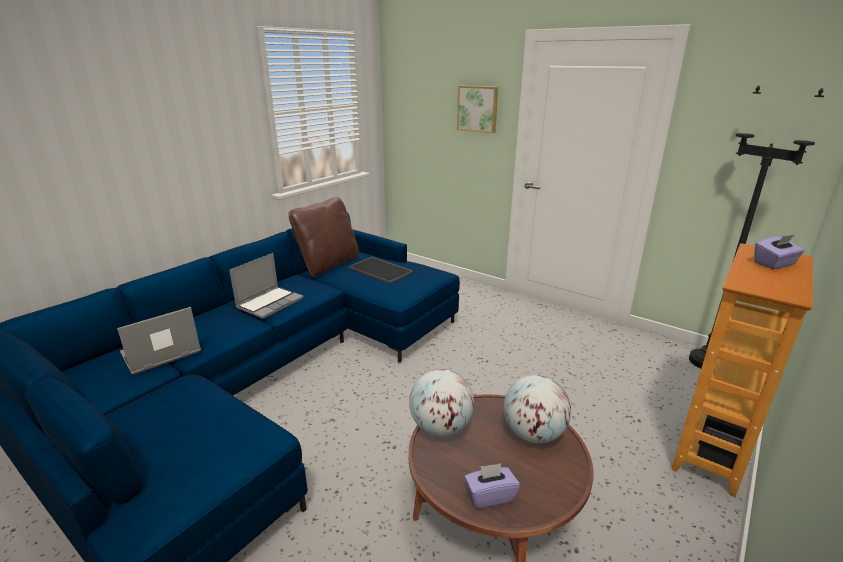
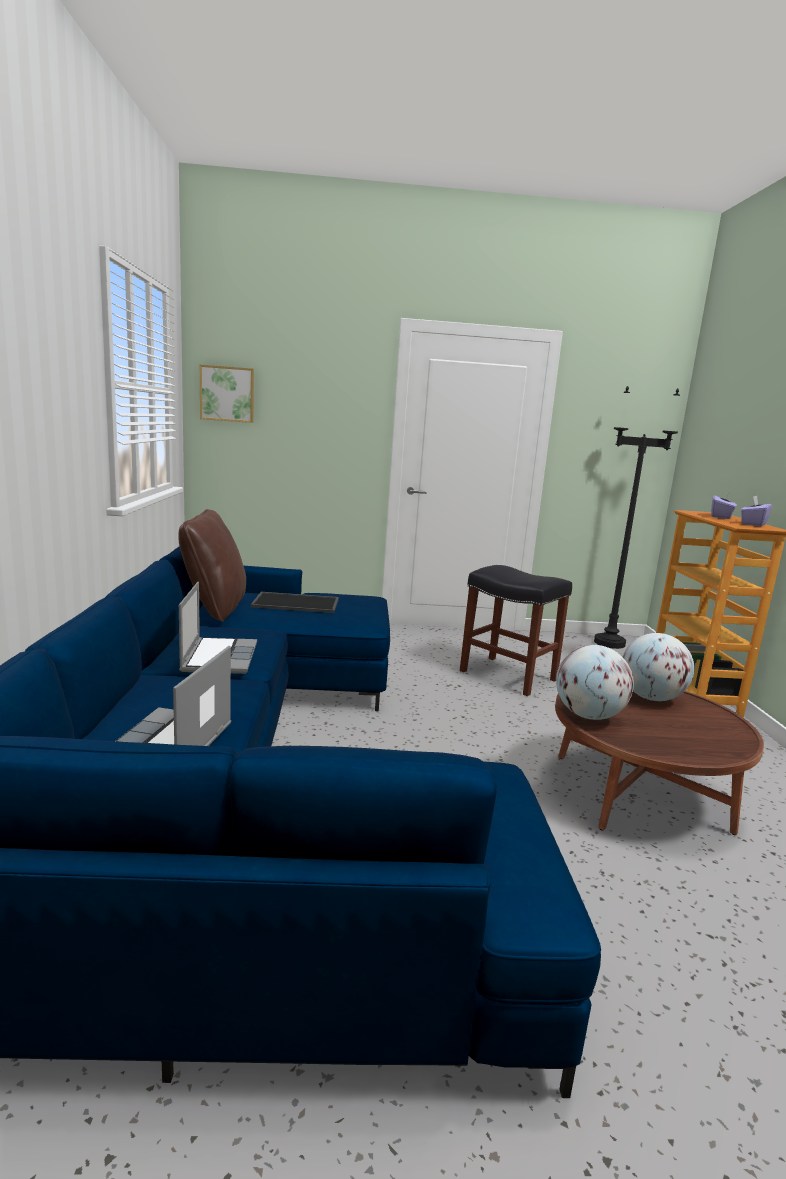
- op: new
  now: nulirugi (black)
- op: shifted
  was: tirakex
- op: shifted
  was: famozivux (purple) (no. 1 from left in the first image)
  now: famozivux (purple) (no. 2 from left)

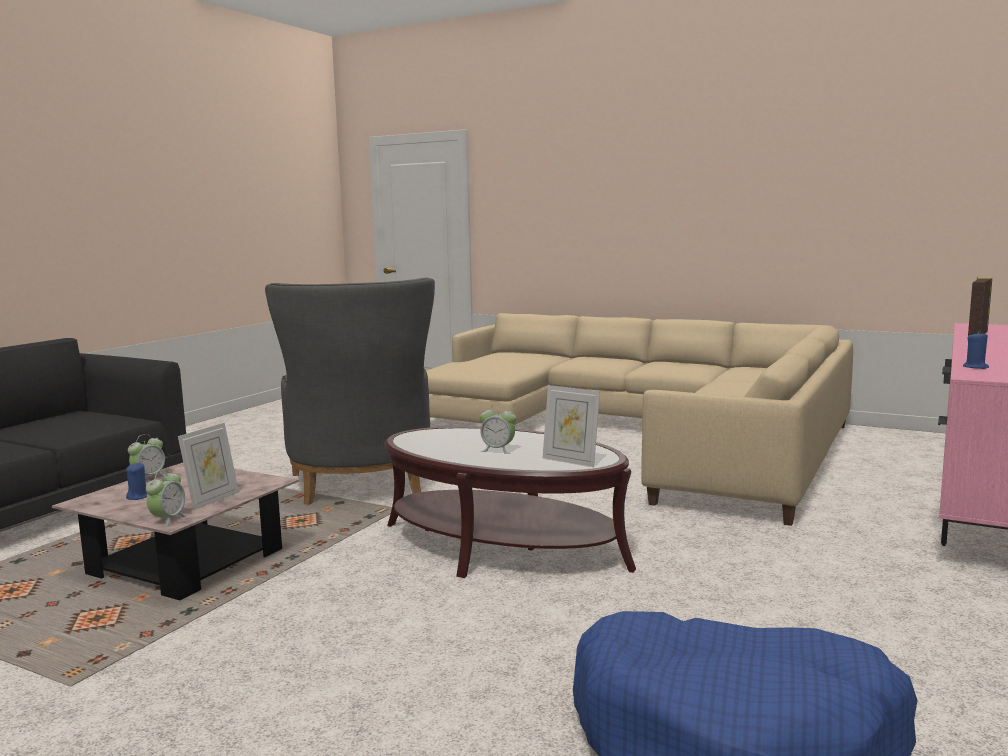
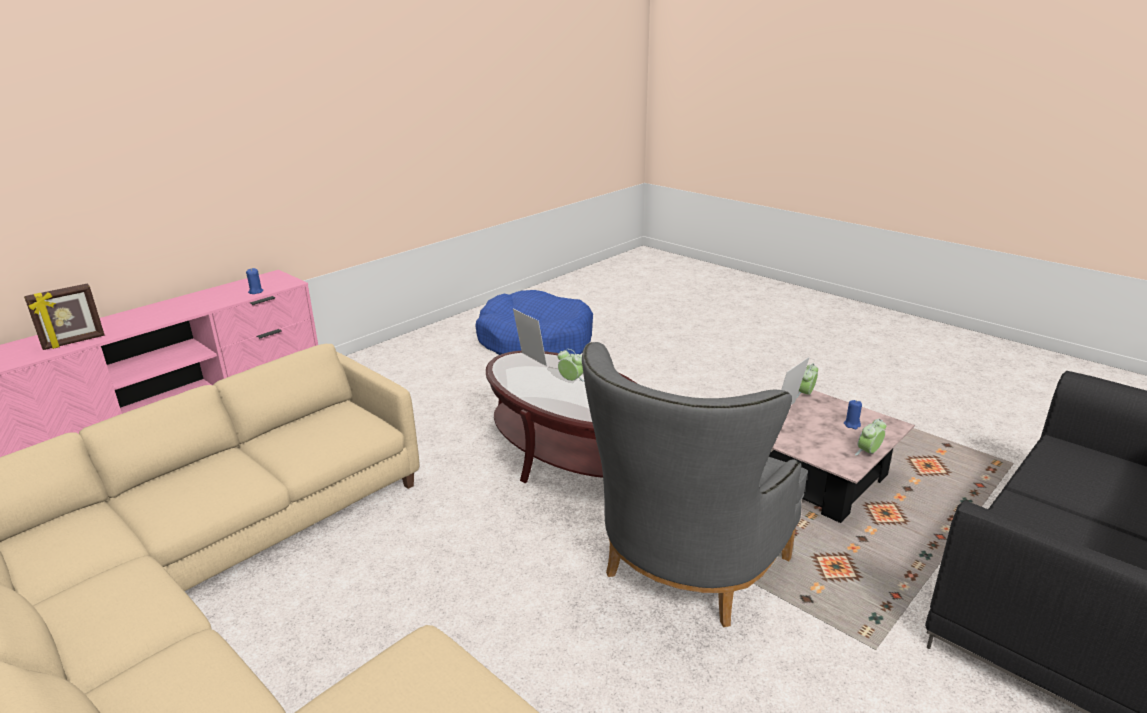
- op: rotated
  was: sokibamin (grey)
  clockwise: -150

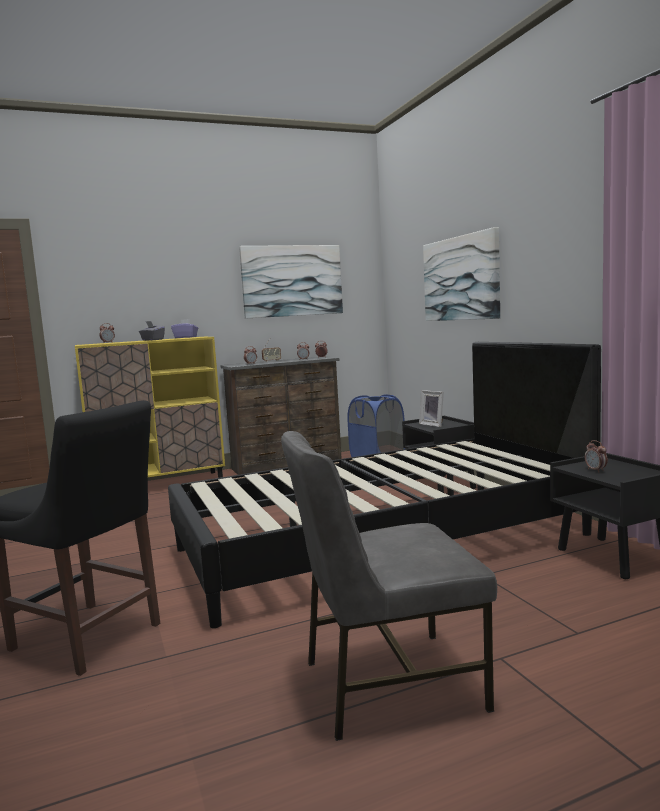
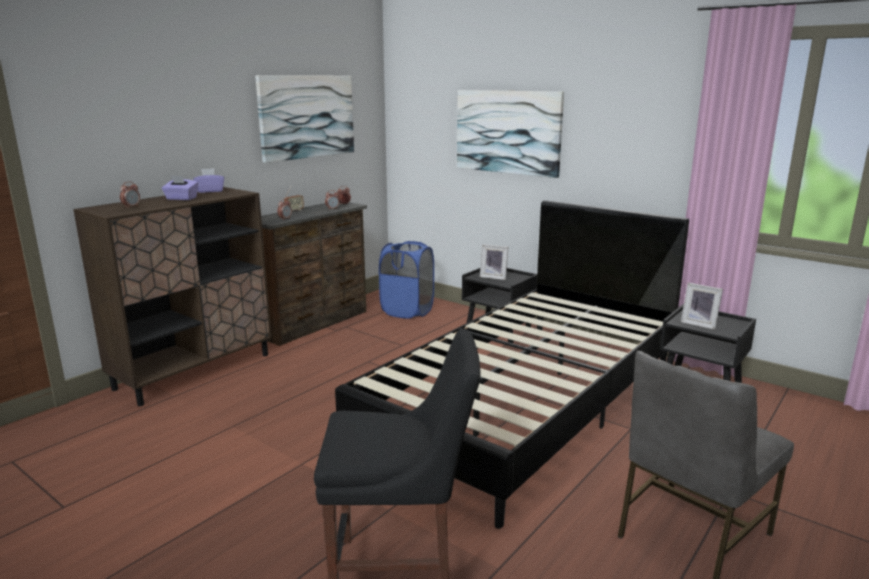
- op: swapped
  was: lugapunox (no. 5 from left)
  now: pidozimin (no. 2 from left)
- op: repainted
  was: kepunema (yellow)
  now: kepunema (brown)
- op: repainted
  was: famozivux (grey)
  now: famozivux (purple) (no. 1 from left)

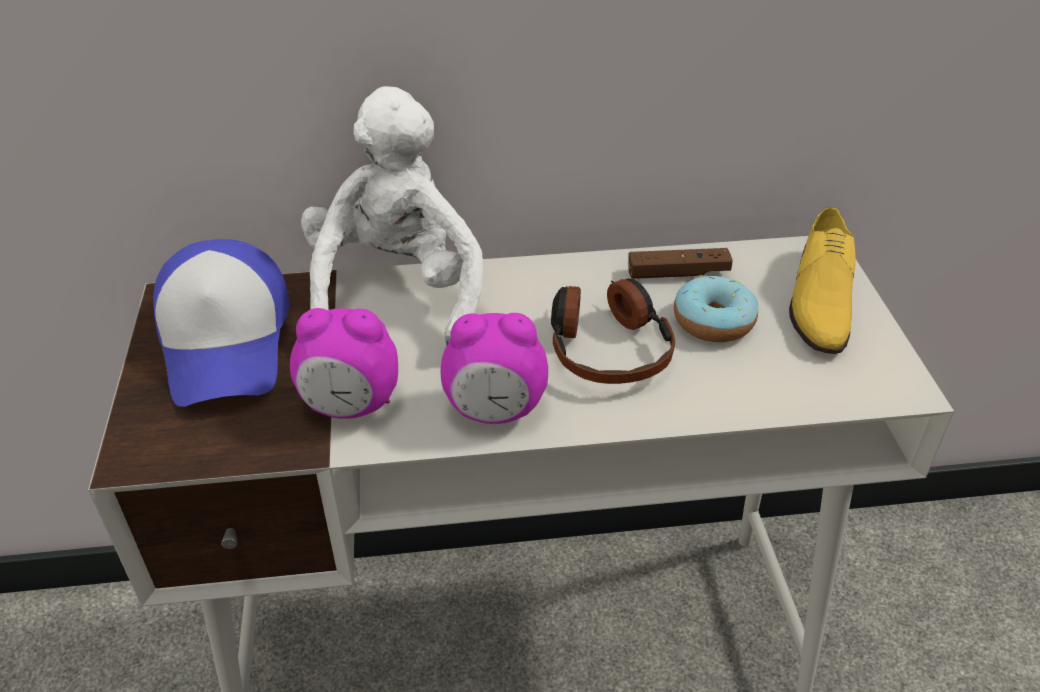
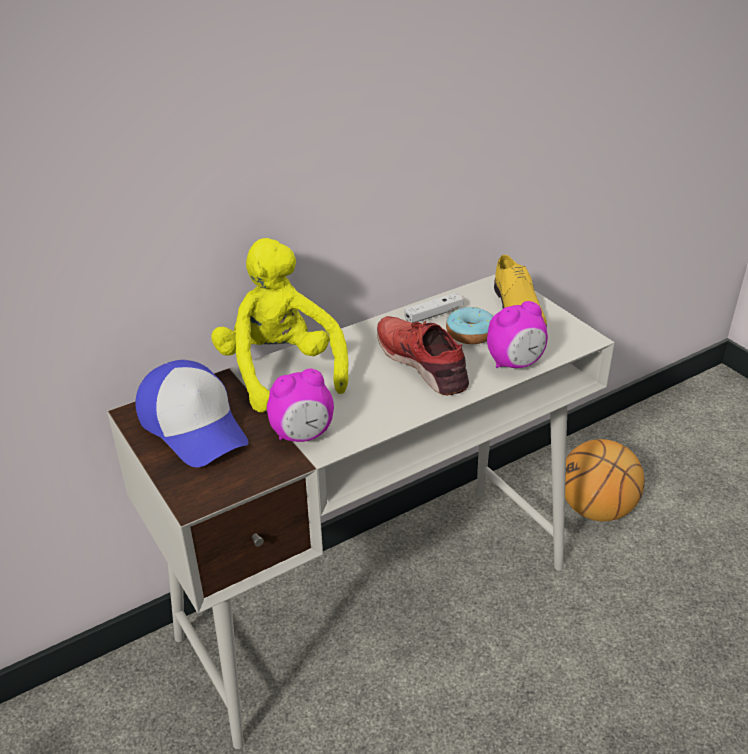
- op: new
  now: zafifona
- op: shifted
  was: lugapunox (no. 2 from left)
- op: swapped
  was: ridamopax
  now: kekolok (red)
- op: repainted
  was: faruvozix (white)
  now: faruvozix (yellow)
- op: repainted
  was: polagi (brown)
  now: polagi (white)

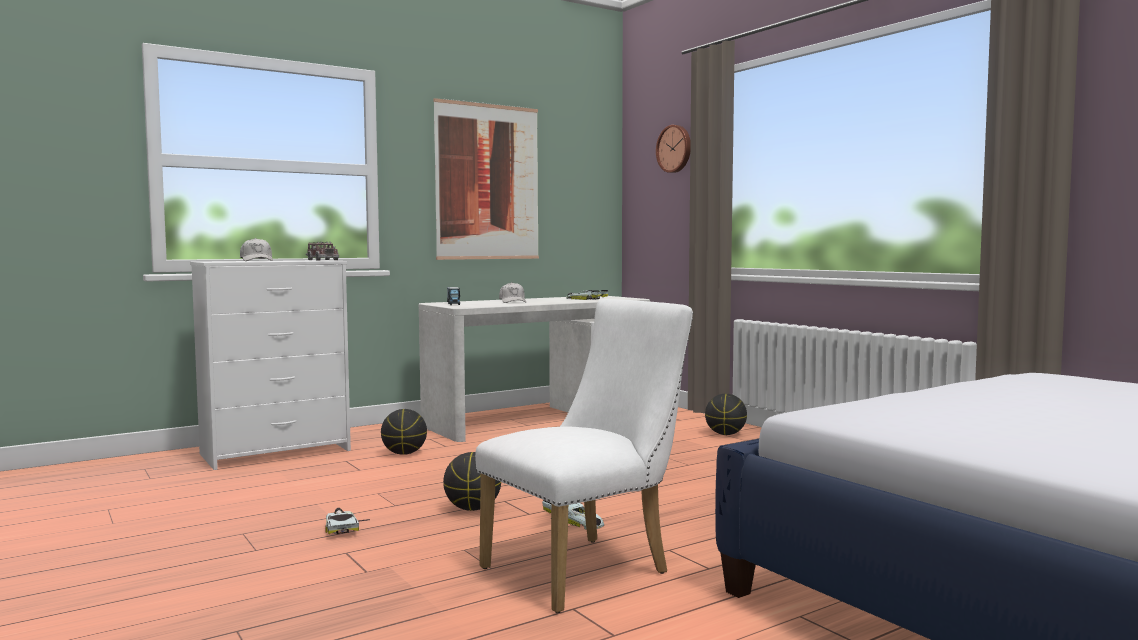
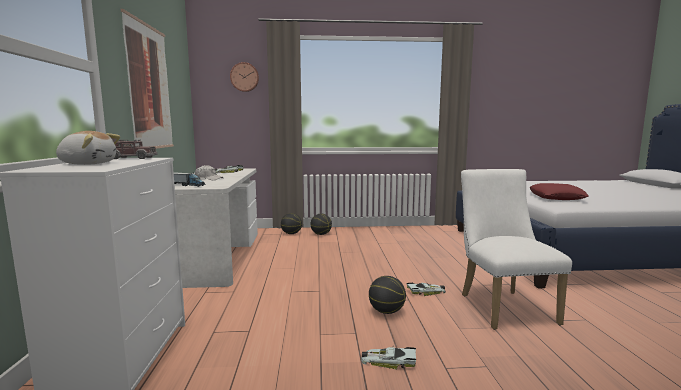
- op: new
  now: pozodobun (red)
- op: shifted
  was: zafifona (no. 1 from left)
- op: swapped
  was: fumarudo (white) (no. 1 from left)
  now: faruvozix

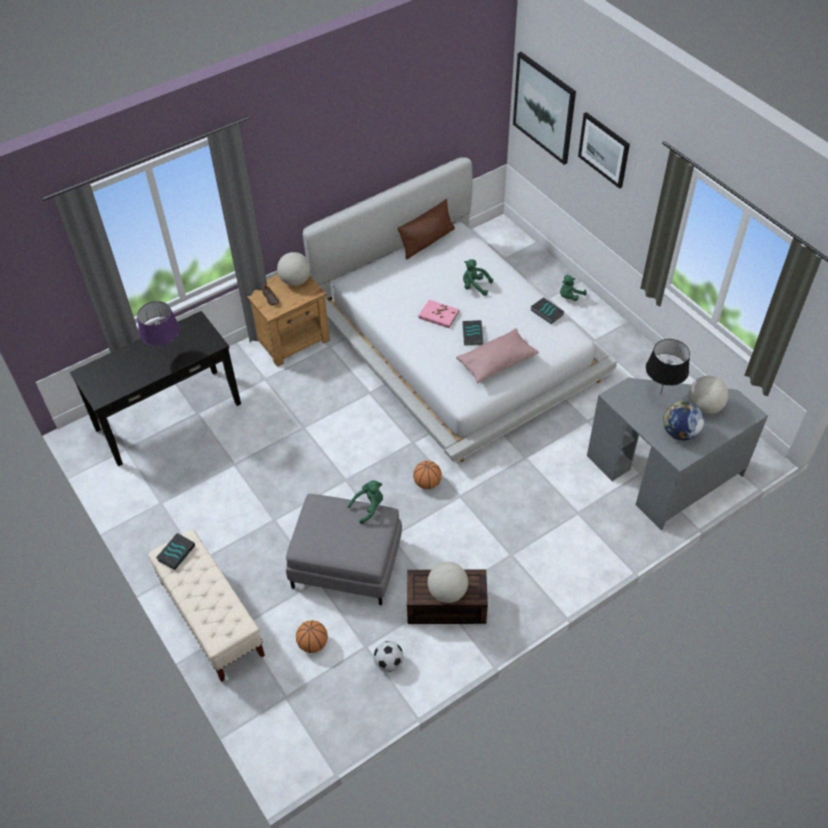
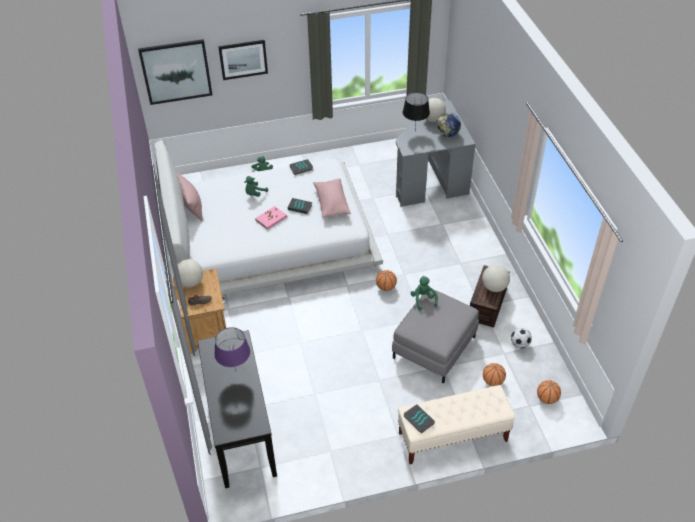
- op: new
  now: zafifona (no. 3 from left)
- op: repainted
  was: pozodobun (brown)
  now: pozodobun (pink) (no. 1 from left)

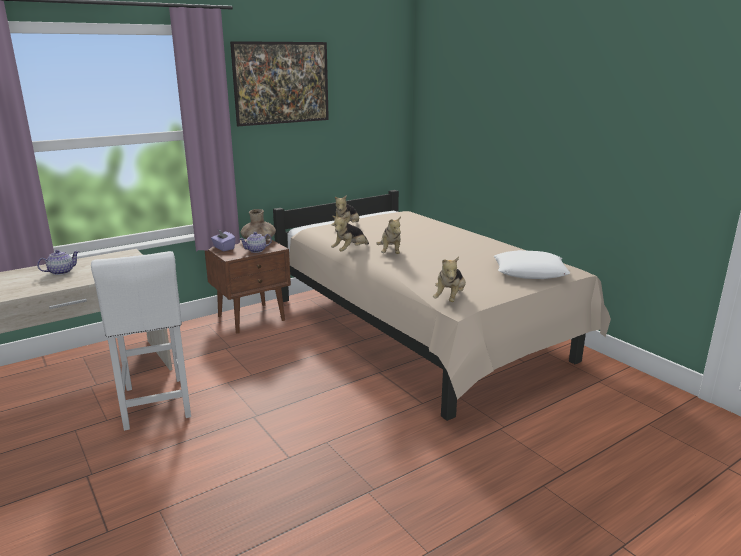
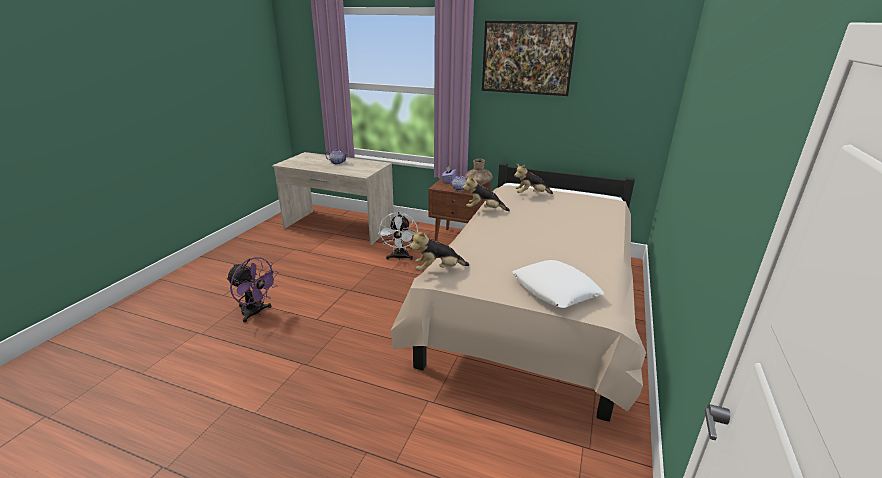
- op: gone
  was: nulirugi (white)
- op: gone
  was: faruvozix (no. 3 from left)
- op: new
  now: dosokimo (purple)
- op: new
  now: dosokimo (white)

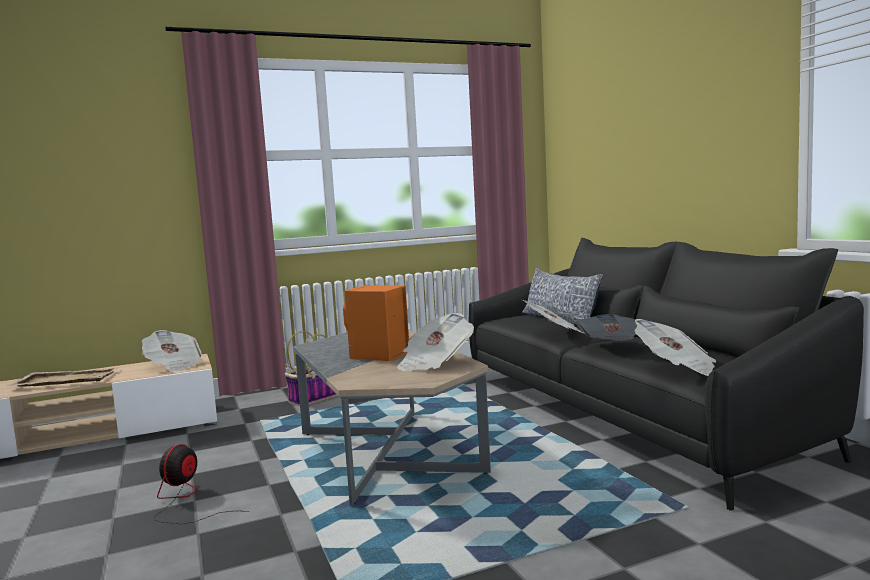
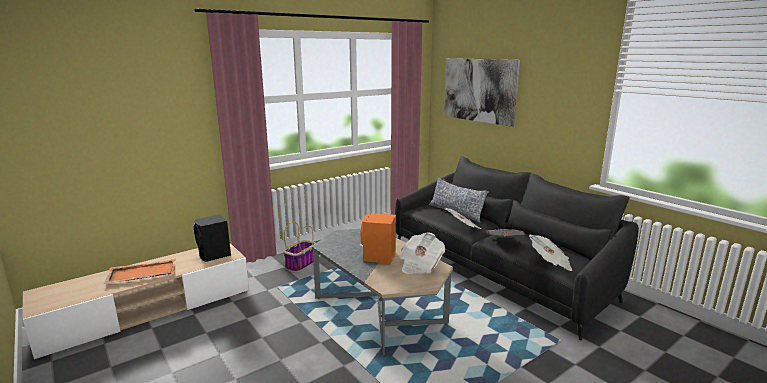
- op: gone
  was: dosokimo
- op: new
  now: tirakex
- op: swapped
  was: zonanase (no. 1 from left)
  now: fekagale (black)
- op: repainted
  was: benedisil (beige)
  now: benedisil (orange)

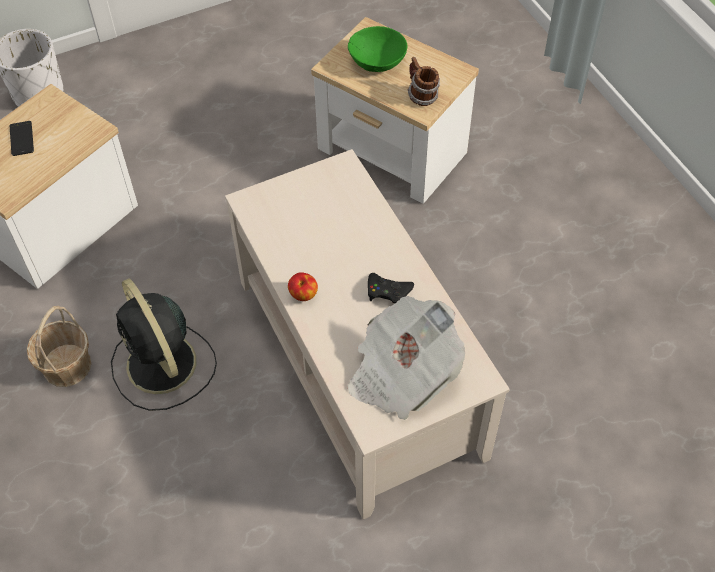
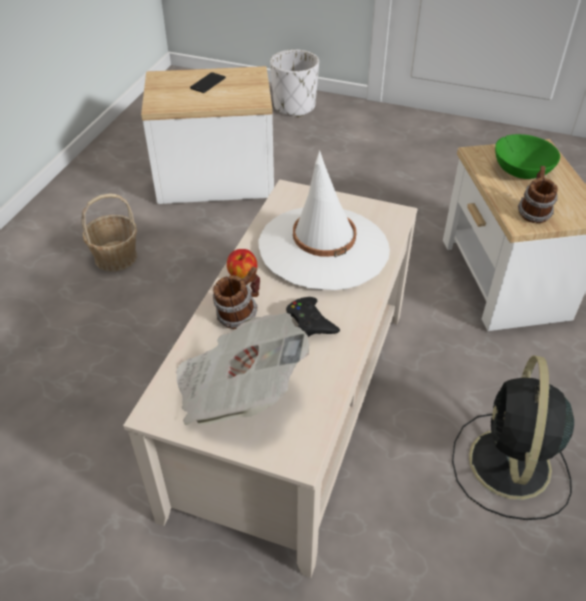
- op: new
  now: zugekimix (no. 1 from left)
- op: new
  now: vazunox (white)
- op: shifted
  was: dosokimo (black)

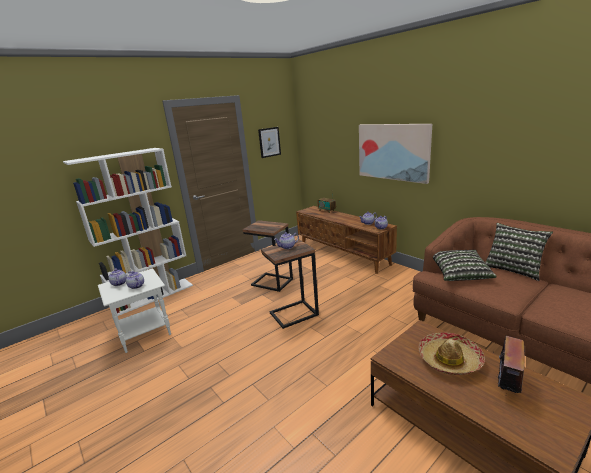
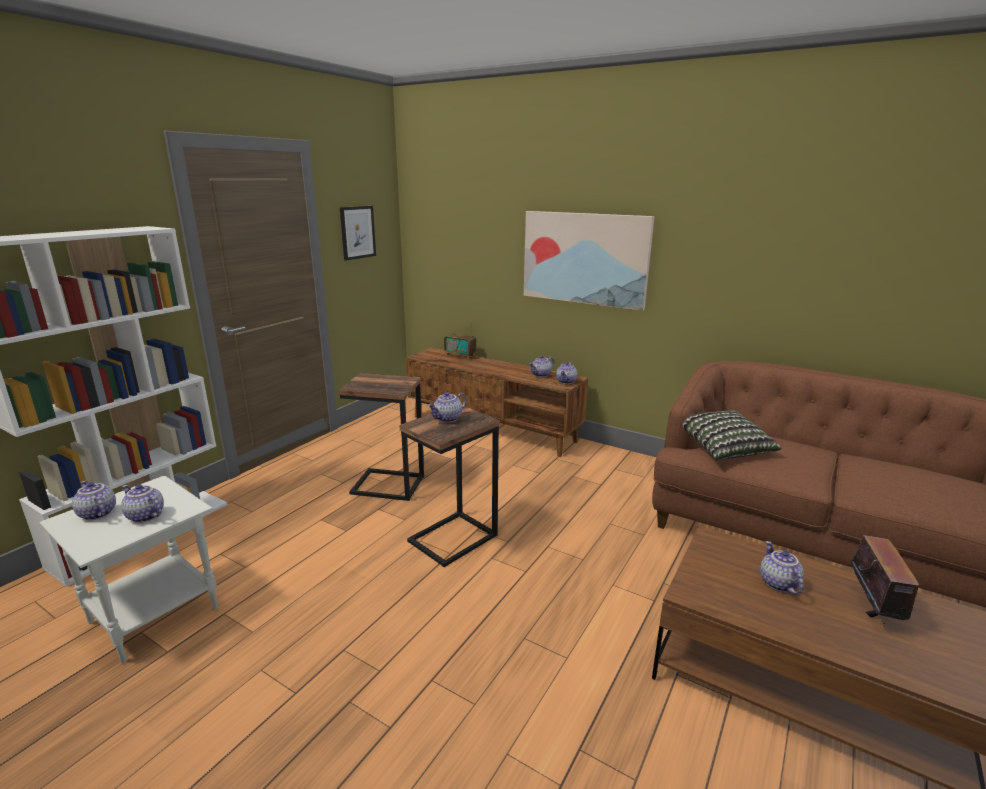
- op: gone
  was: pozodobun (no. 2 from left)
- op: swapped
  was: vazunox
  now: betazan (no. 6 from left)

